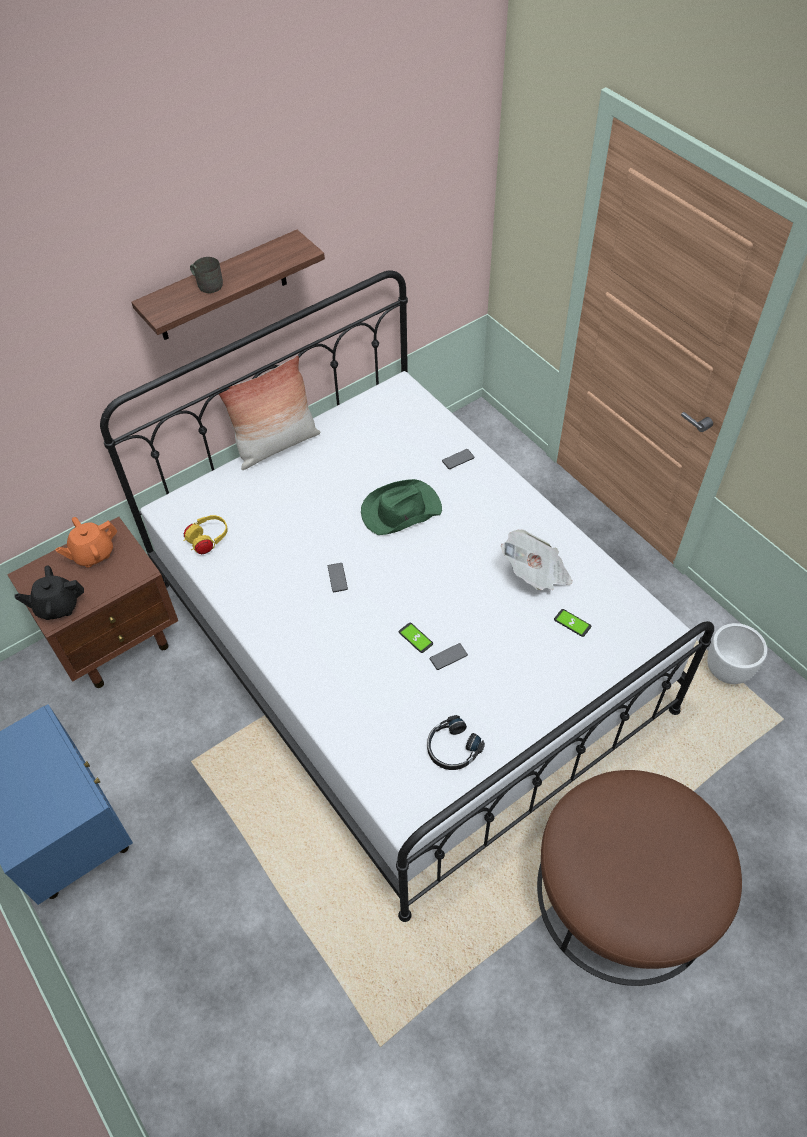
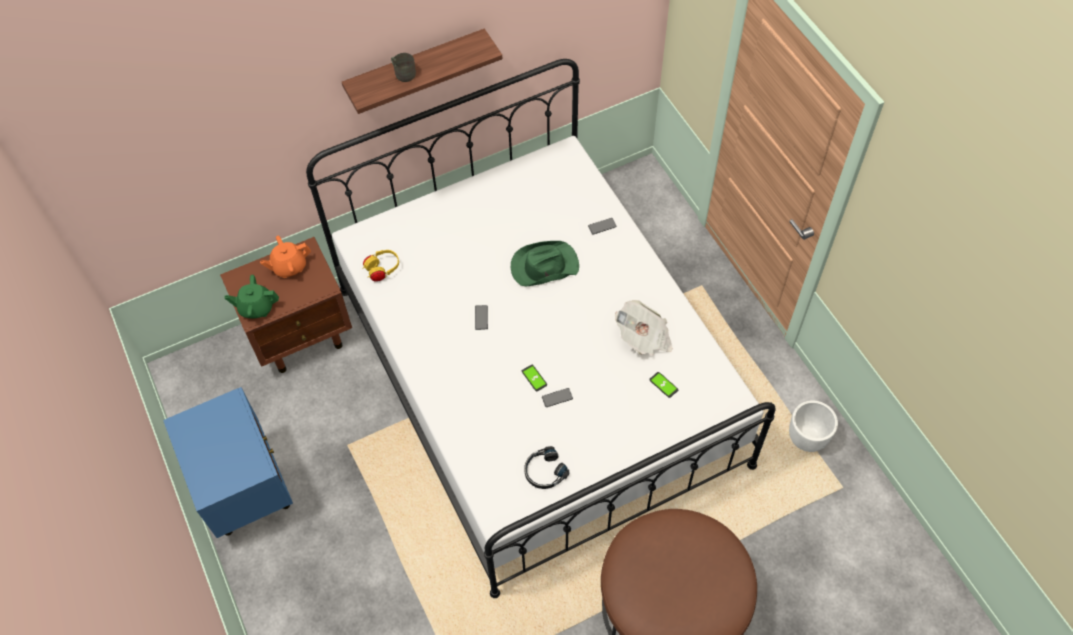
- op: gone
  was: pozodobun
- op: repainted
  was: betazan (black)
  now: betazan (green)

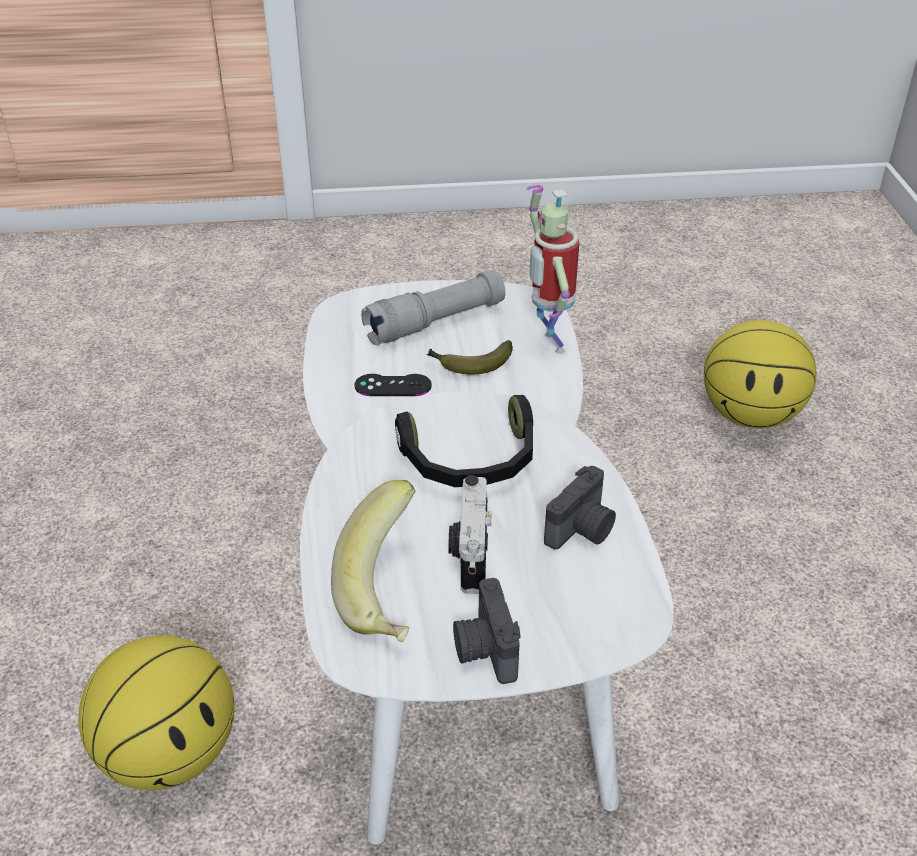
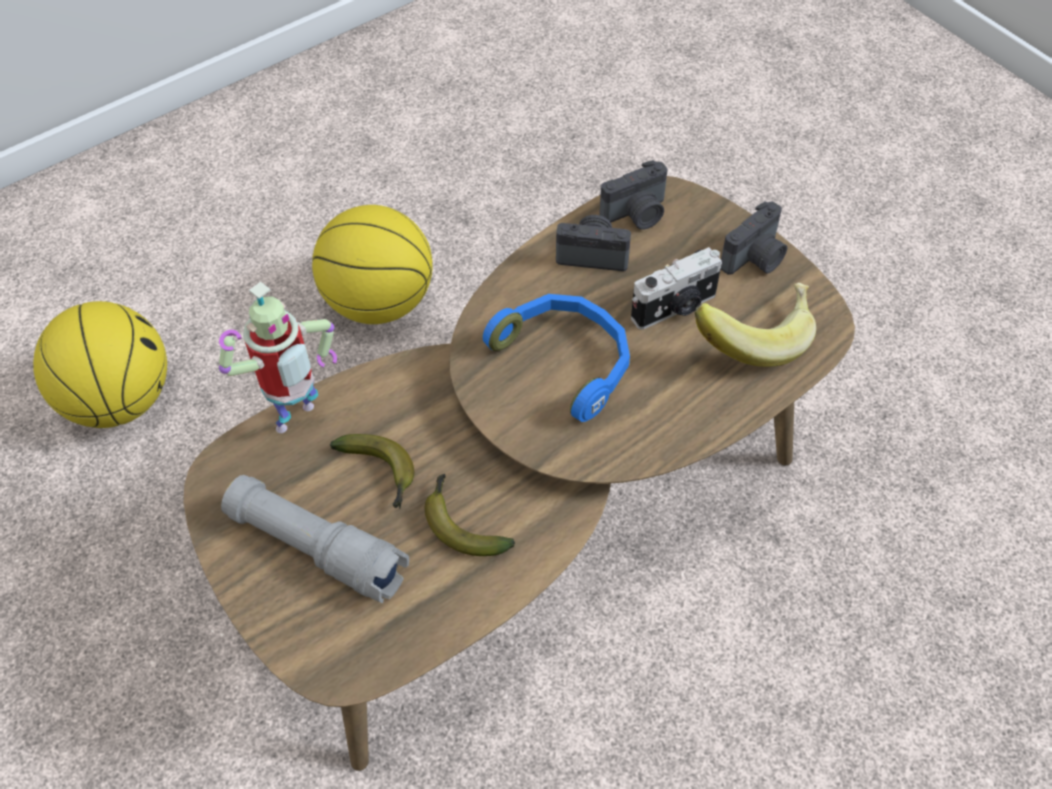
- op: new
  now: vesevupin (no. 2 from left)
- op: shifted
  was: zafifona (no. 1 from left in the first image)
  now: zafifona (no. 2 from left)
- op: swapped
  was: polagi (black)
  now: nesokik (no. 2 from left)
- op: repainted
  was: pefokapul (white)
  now: pefokapul (brown)
- op: repainted
  was: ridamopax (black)
  now: ridamopax (blue)

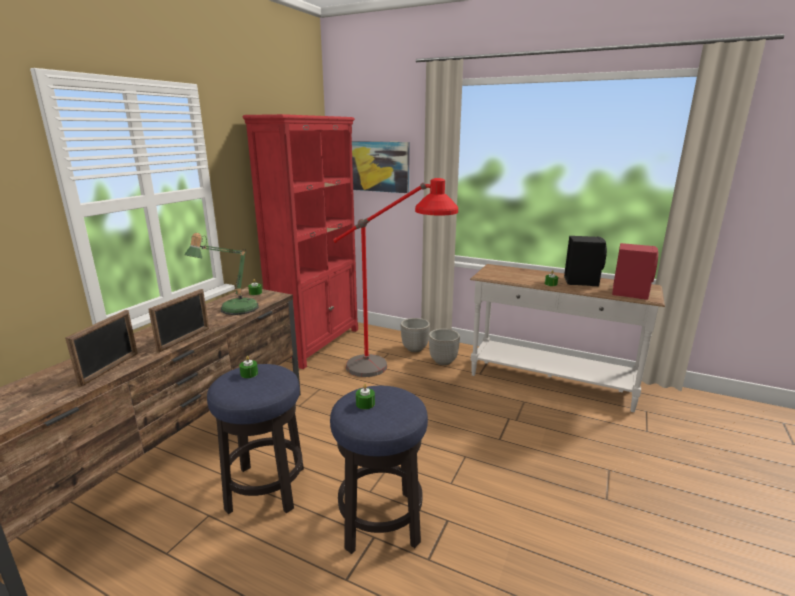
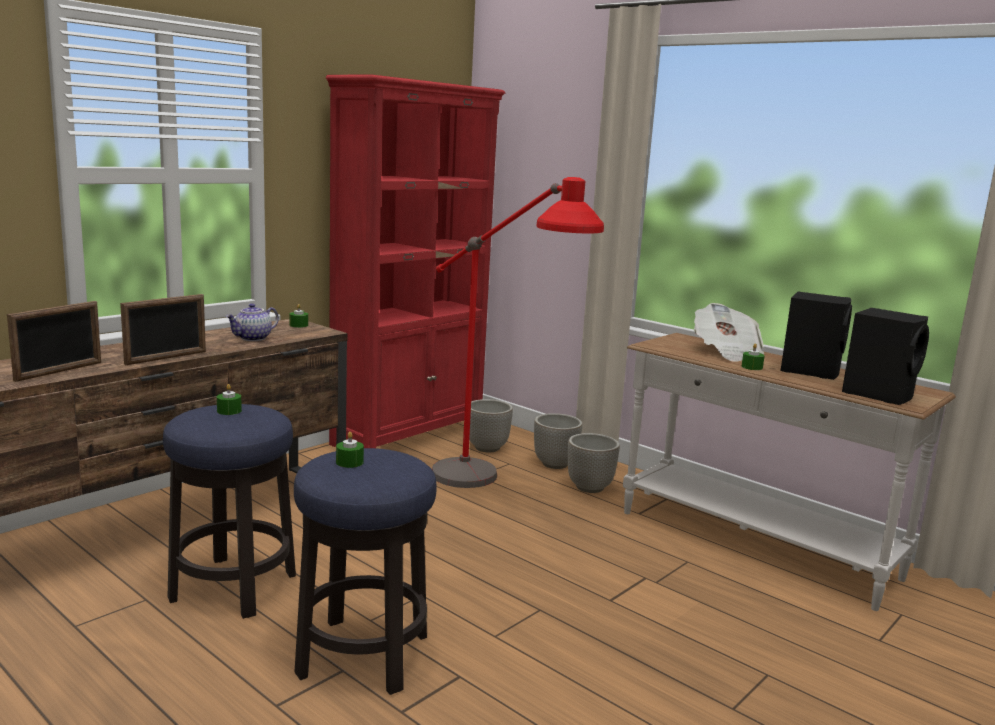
- op: gone
  was: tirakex
- op: new
  now: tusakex (no. 1 from left)
- op: new
  now: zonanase
- op: swapped
  was: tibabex
  now: betazan
- op: repainted
  was: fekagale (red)
  now: fekagale (black) (no. 2 from left)

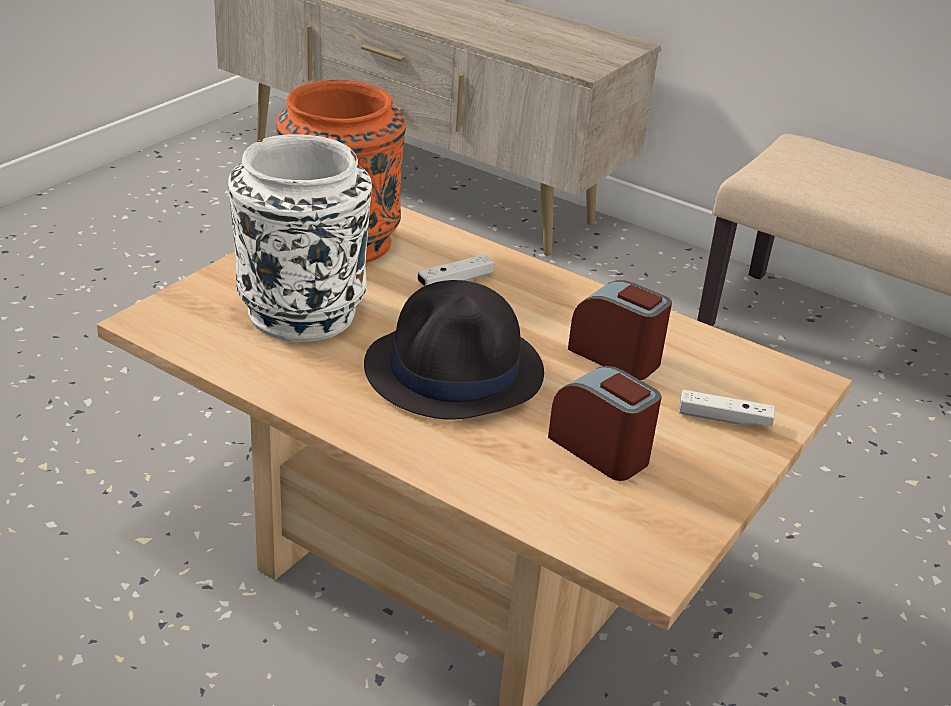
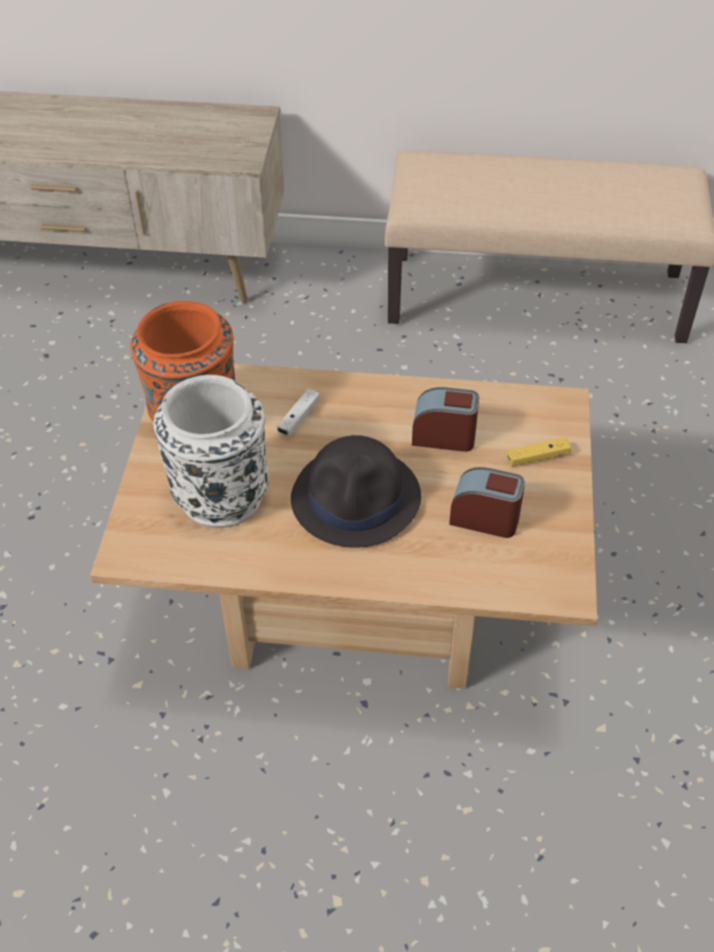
- op: repainted
  was: polagi (white) (no. 2 from left)
  now: polagi (yellow)

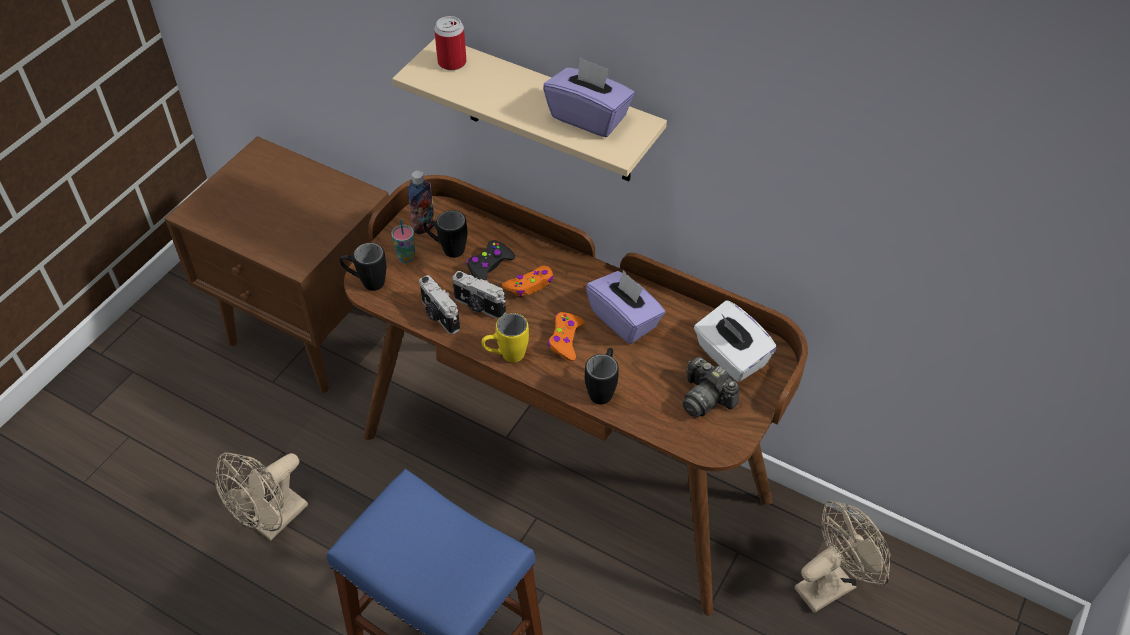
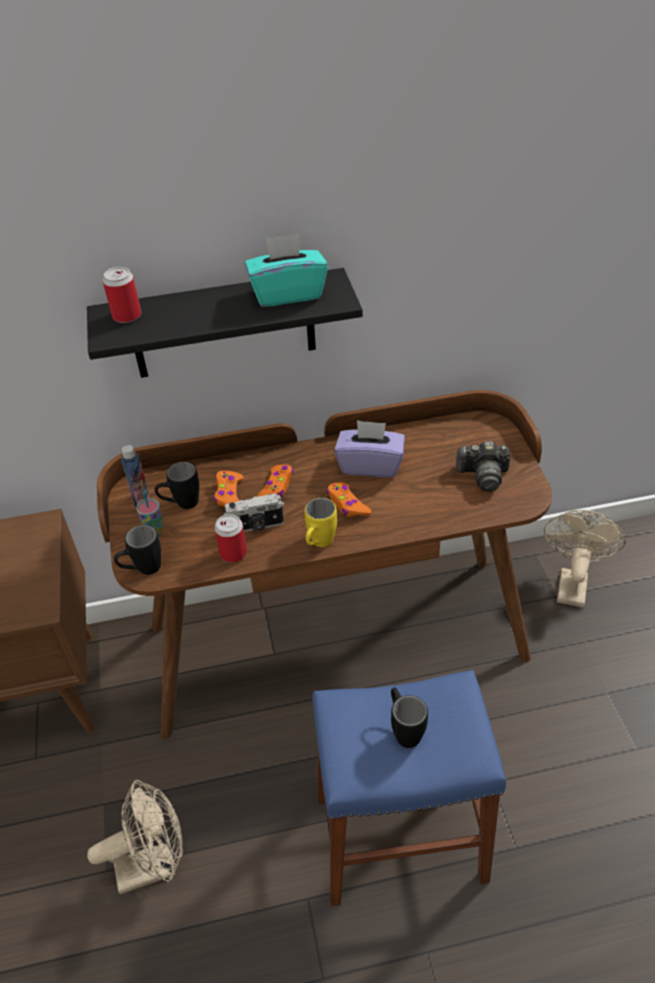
- op: gone
  was: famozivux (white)
- op: shifted
  was: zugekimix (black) (no. 3 from left)
- op: swapped
  was: vesevupin (no. 1 from left)
  now: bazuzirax (no. 2 from left)
- op: repainted
  was: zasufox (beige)
  now: zasufox (black)
- op: repainted
  was: polagi (black)
  now: polagi (orange) (no. 1 from left)
- op: repainted
  was: famozivux (purple) (no. 1 from left)
  now: famozivux (turquoise)
- op: rotated
  was: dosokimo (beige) (no. 1 from left)
  clockwise: -105

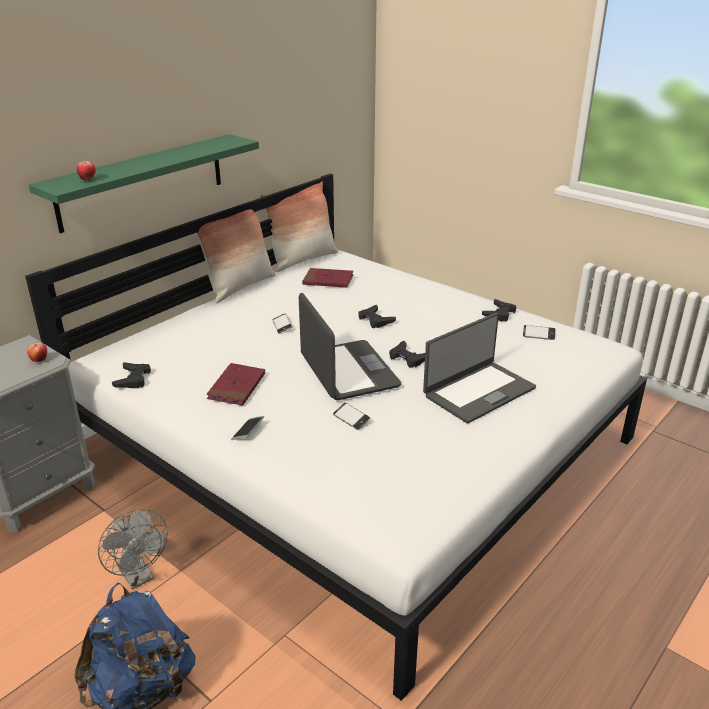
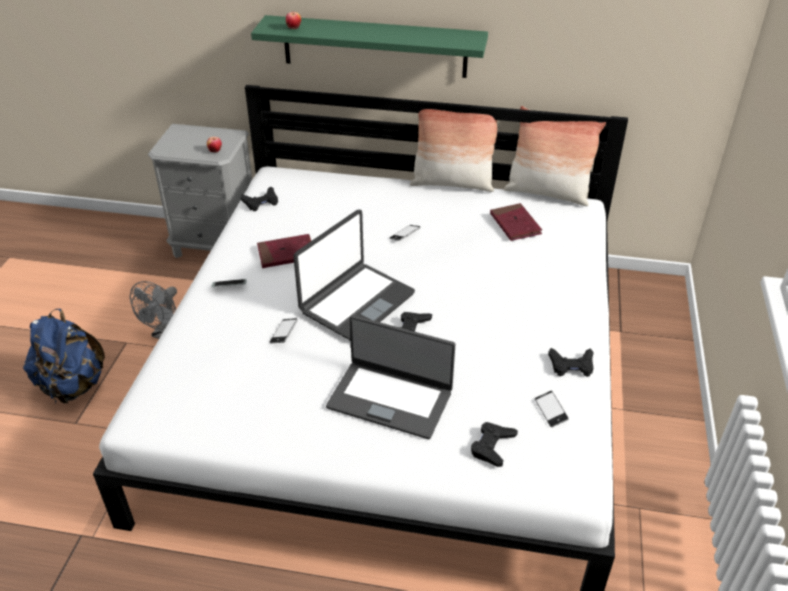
- op: shifted
  was: polagi (black) (no. 2 from left in the first image)
  now: polagi (black) (no. 3 from left)

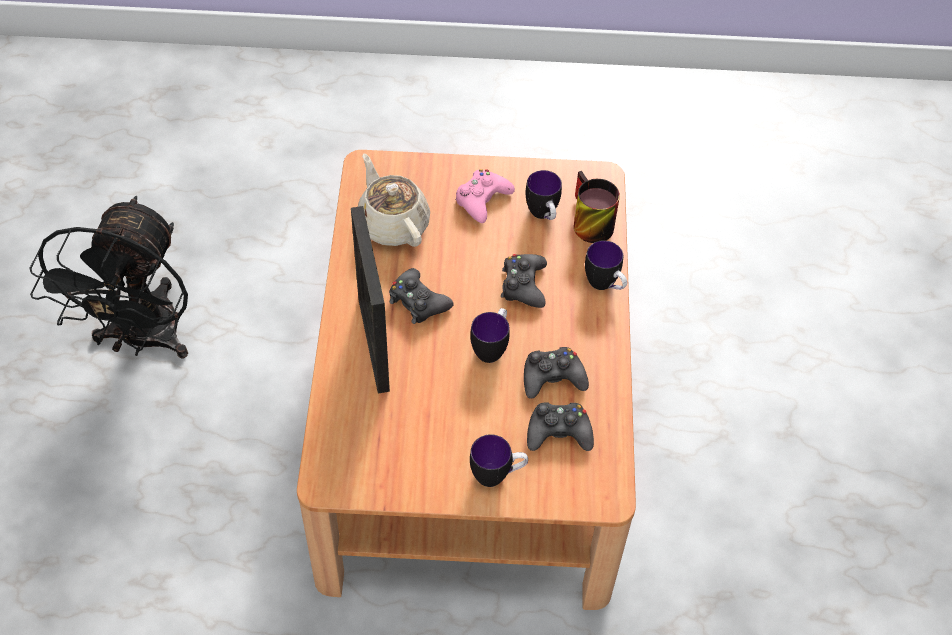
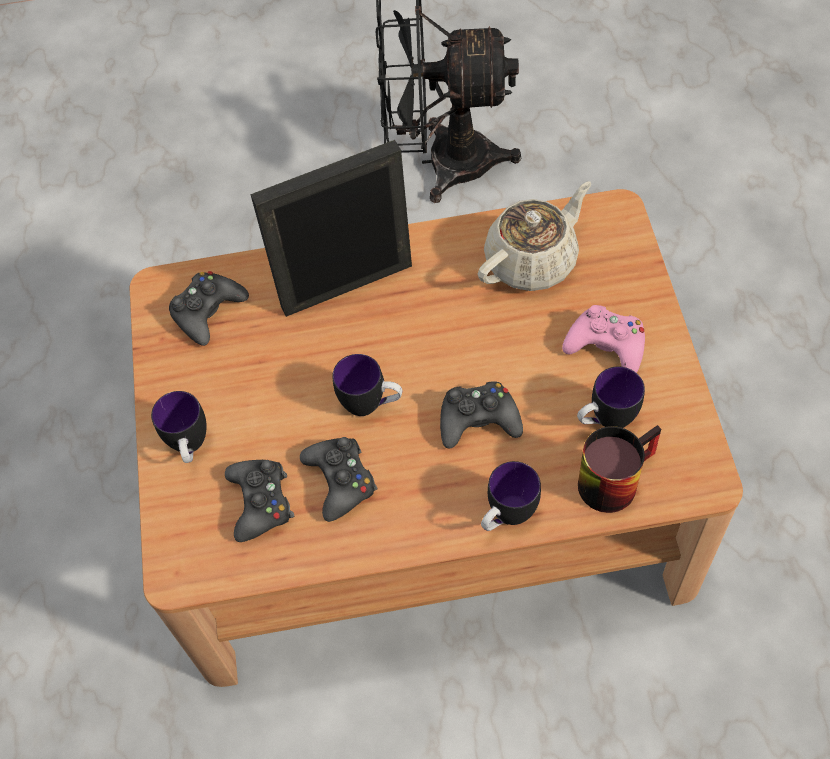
- op: shifted
  was: polagi (black) (no. 1 from left)

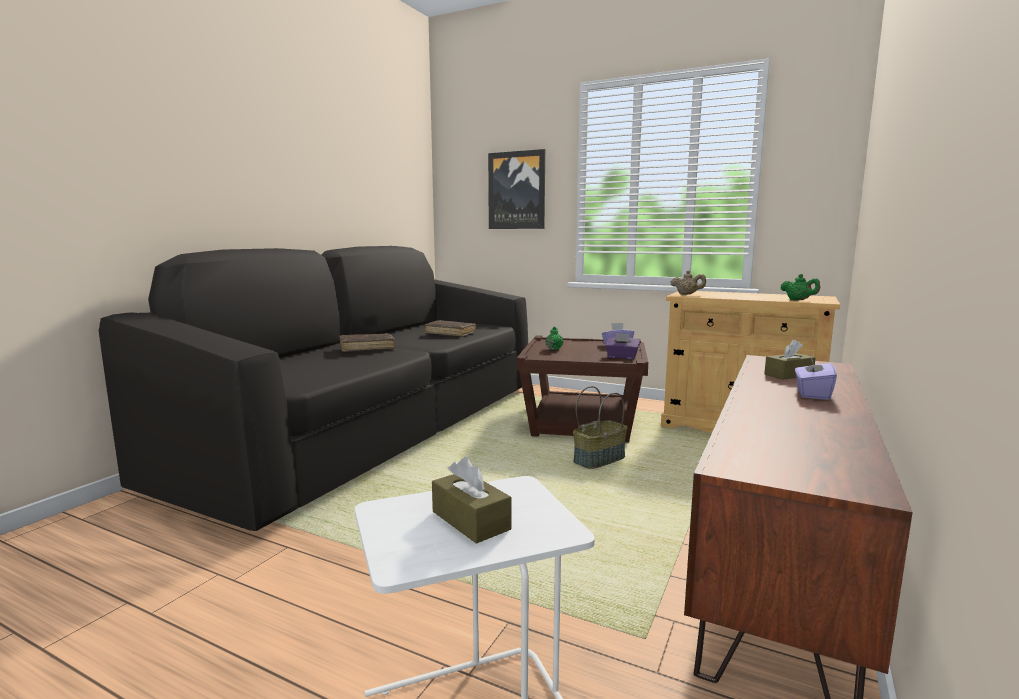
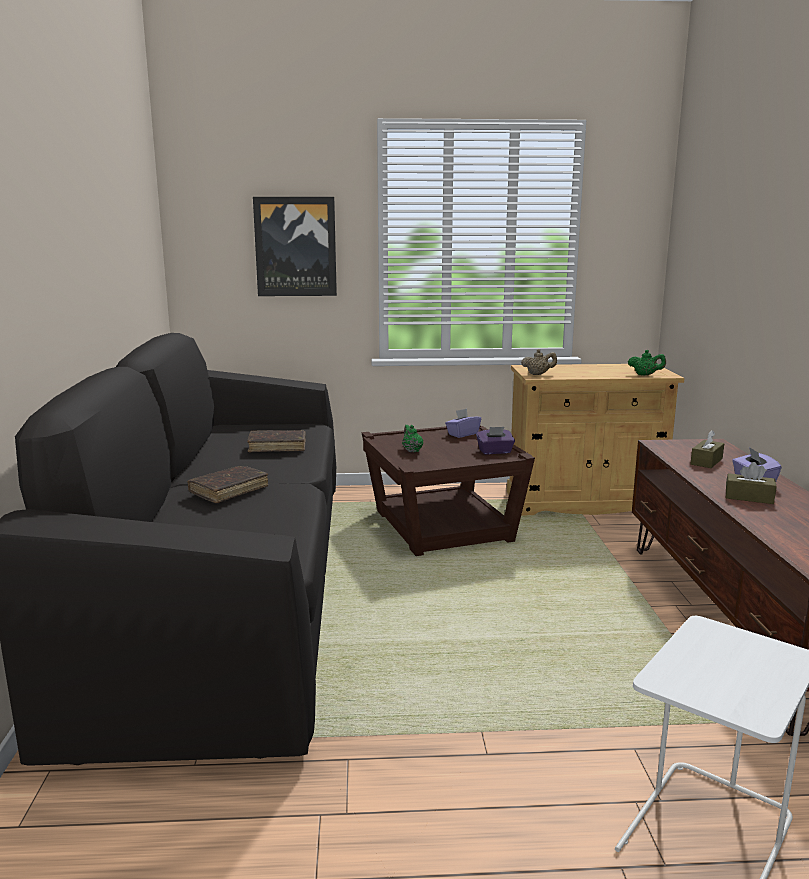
- op: gone
  was: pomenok
- op: shifted
  was: famozivux (brown) (no. 1 from left in the first image)
  now: famozivux (brown) (no. 2 from left)

